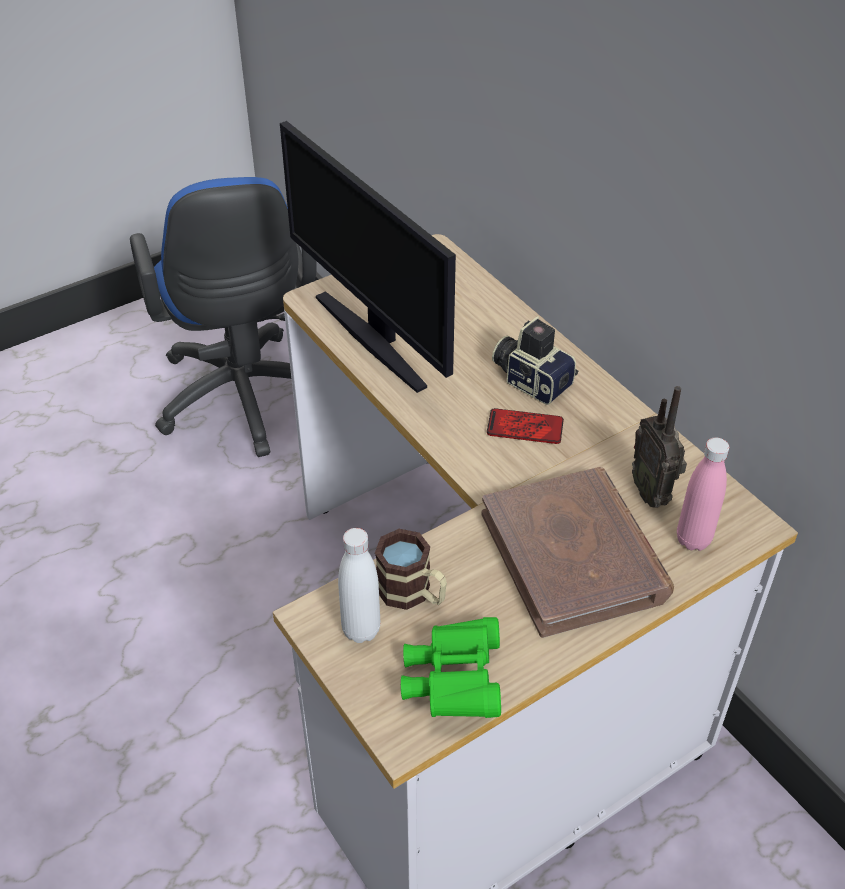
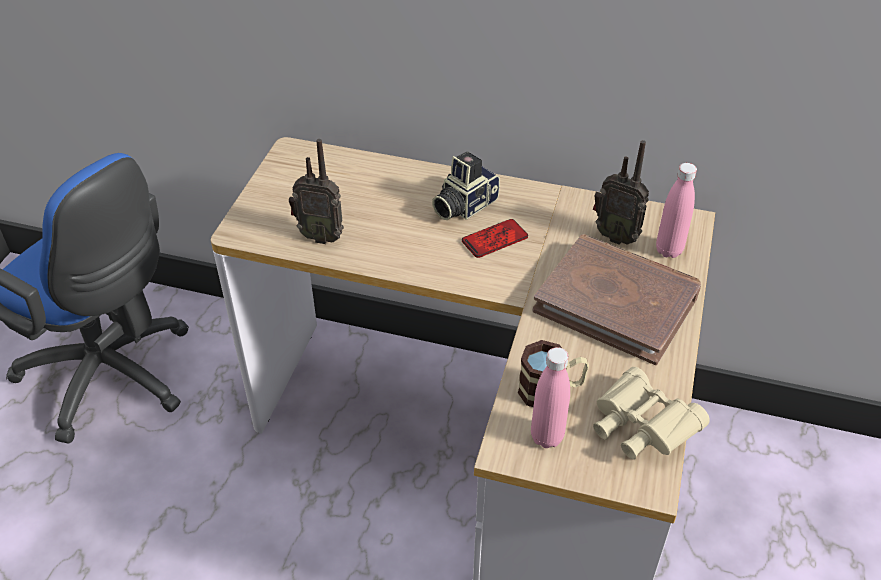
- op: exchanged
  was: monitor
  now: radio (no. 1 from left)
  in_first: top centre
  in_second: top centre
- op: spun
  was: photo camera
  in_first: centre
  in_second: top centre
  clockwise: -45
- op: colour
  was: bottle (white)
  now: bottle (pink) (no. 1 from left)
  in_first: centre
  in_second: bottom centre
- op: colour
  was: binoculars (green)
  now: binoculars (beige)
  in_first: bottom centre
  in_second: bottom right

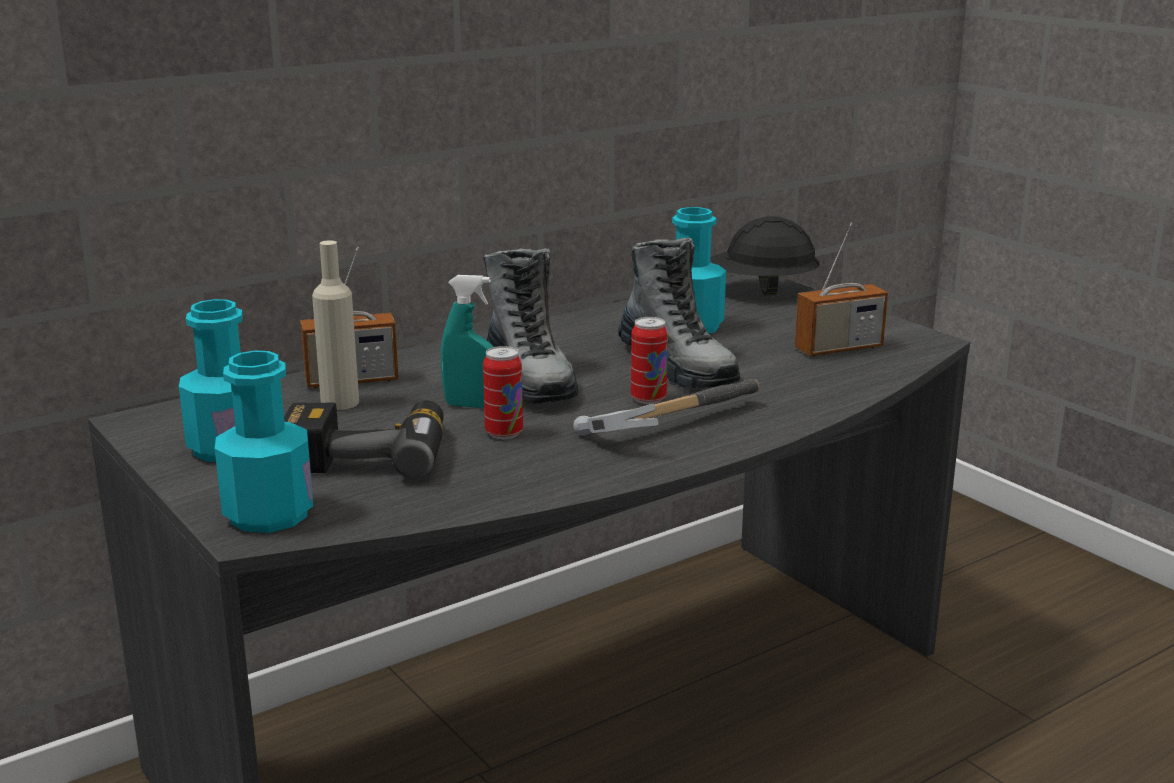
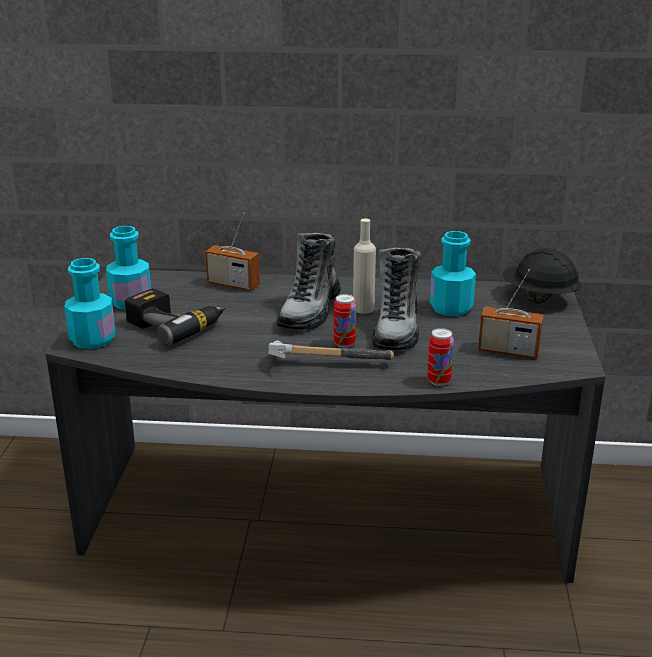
- op: relocated
  was: bottle (beige)
  in_first: middle left
  in_second: centre
- op: missing
  was: spray bottle (turquoise)
  in_first: centre
- op: relocated
  was: can (no. 1 from left in the first image)
  now: can (no. 2 from left)
  in_first: centre
  in_second: middle right

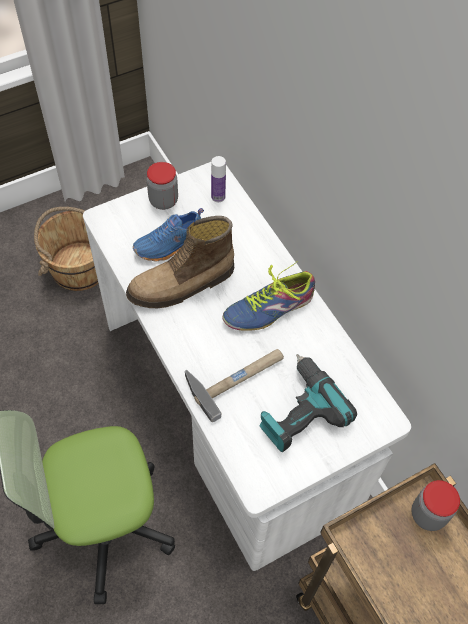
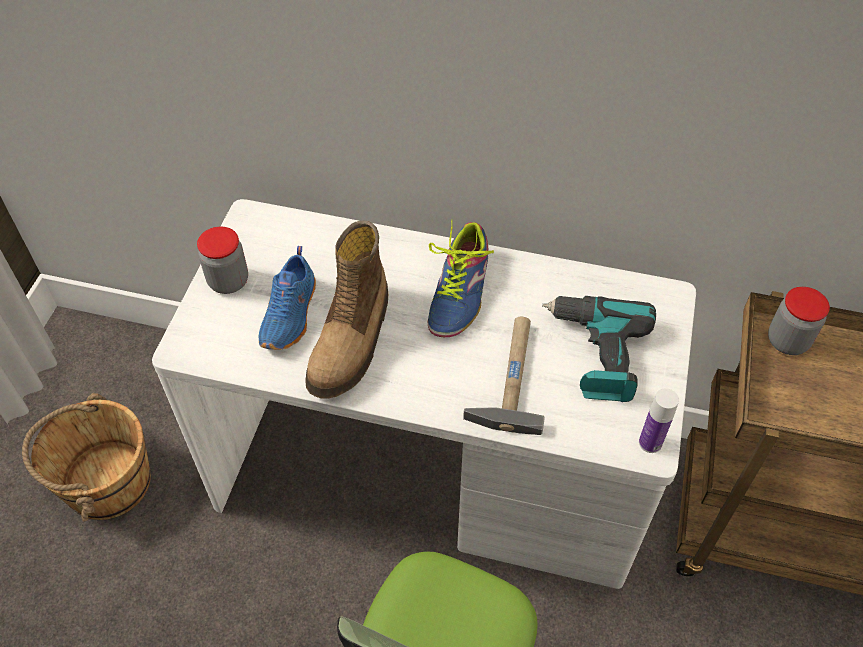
- op: relocated
  was: bottle
  in_first: top centre
  in_second: middle right

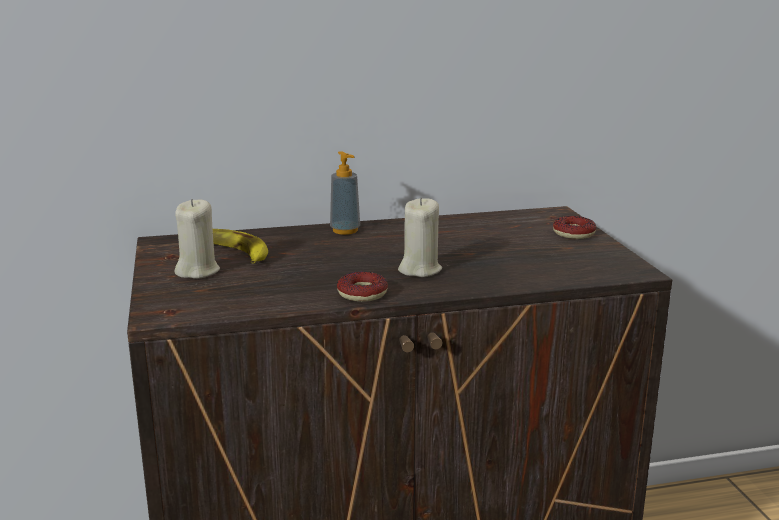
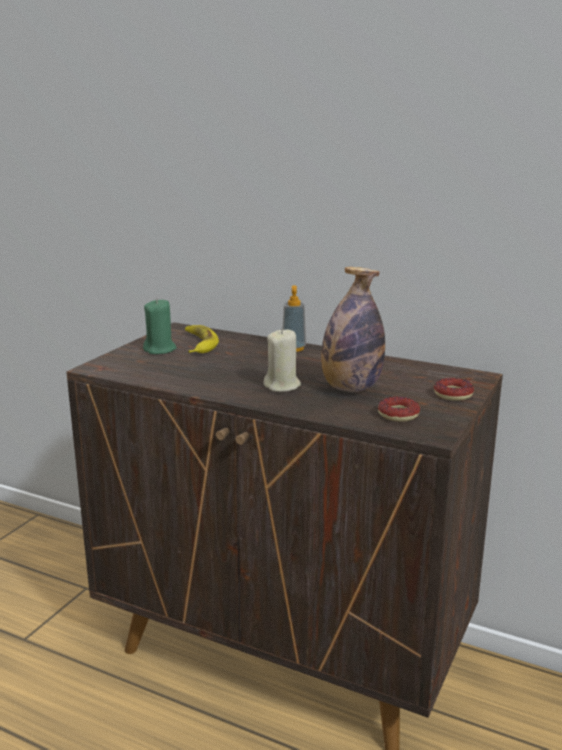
- op: colour
  was: candle (beige) (no. 1 from left)
  now: candle (green)
  in_first: middle left
  in_second: middle left
- op: relocated
  was: donut (no. 1 from left)
  in_first: centre
  in_second: middle right
- op: appeared
  now: bottle
  in_second: centre

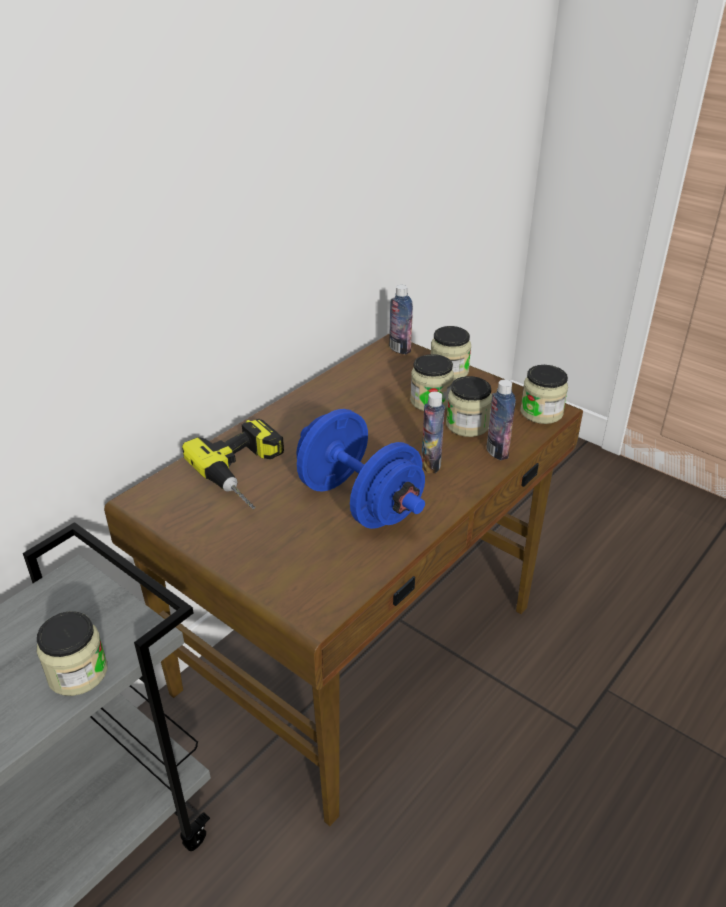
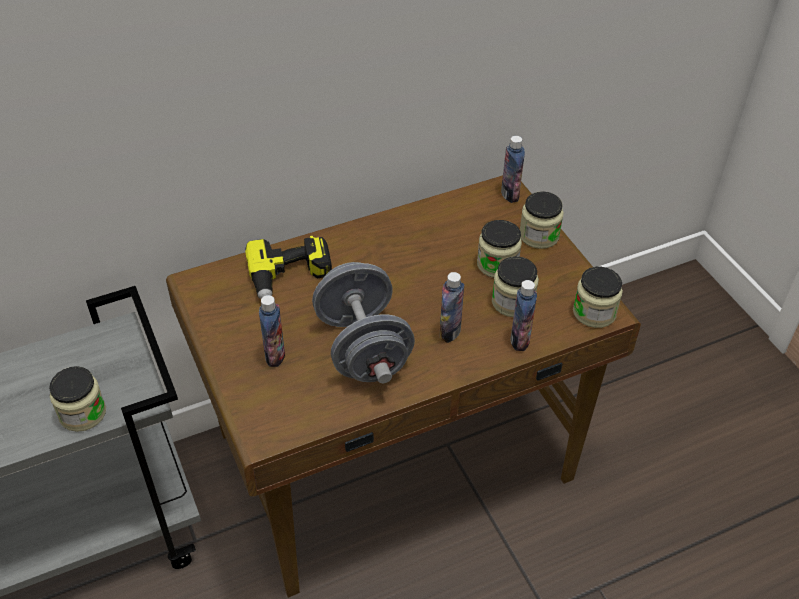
- op: colour
  was: dumbbell (blue)
  now: dumbbell (grey)
  in_first: centre
  in_second: centre
- op: appeared
  now: bottle (no. 1 from left)
  in_second: centre

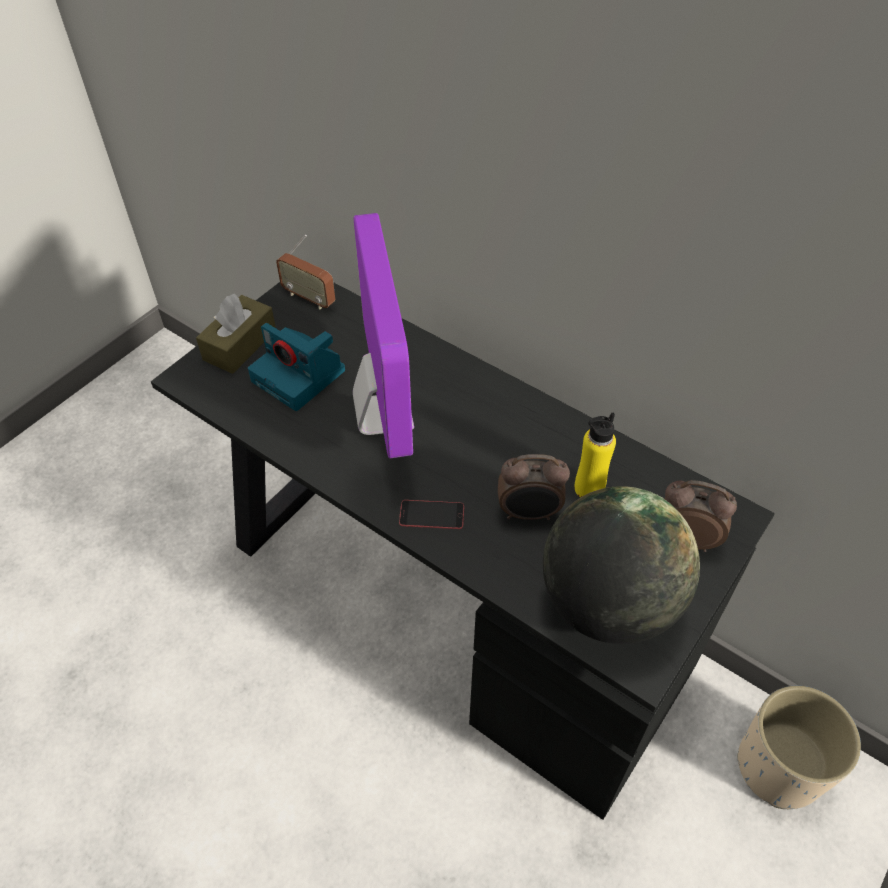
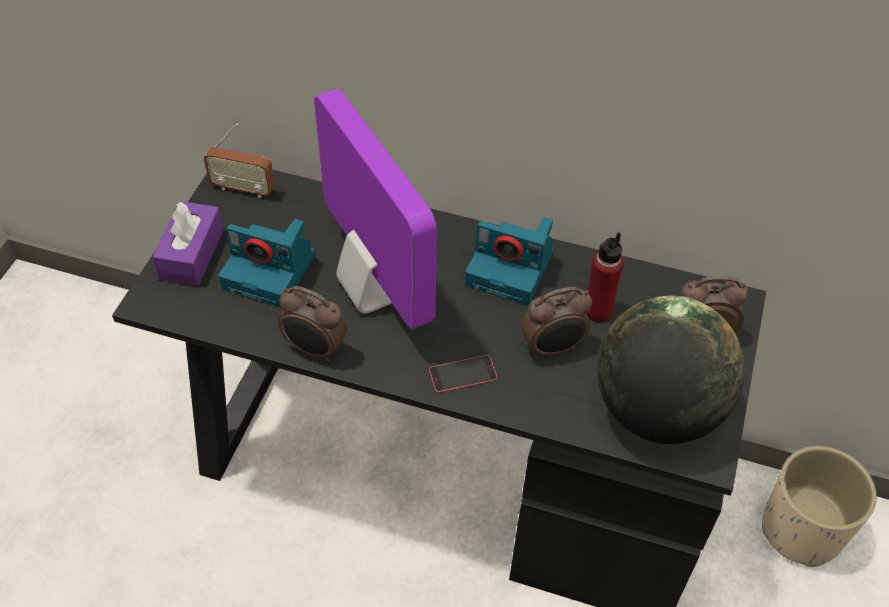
- op: colour
  was: tissue box (brown)
  now: tissue box (purple)
  in_first: middle left
  in_second: middle left
- op: colour
  was: bottle (yellow)
  now: bottle (red)
  in_first: middle right
  in_second: middle right
- op: appeared
  now: photo camera (no. 2 from left)
  in_second: centre
- op: appeared
  now: alarm clock (no. 1 from left)
  in_second: centre

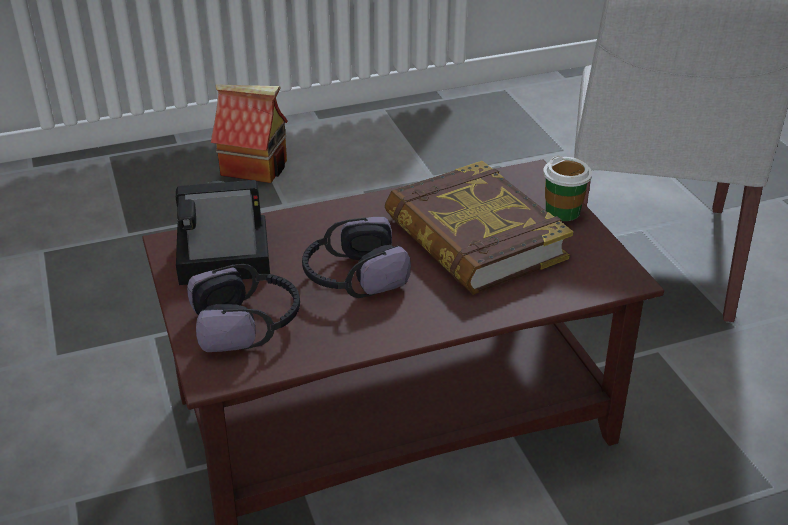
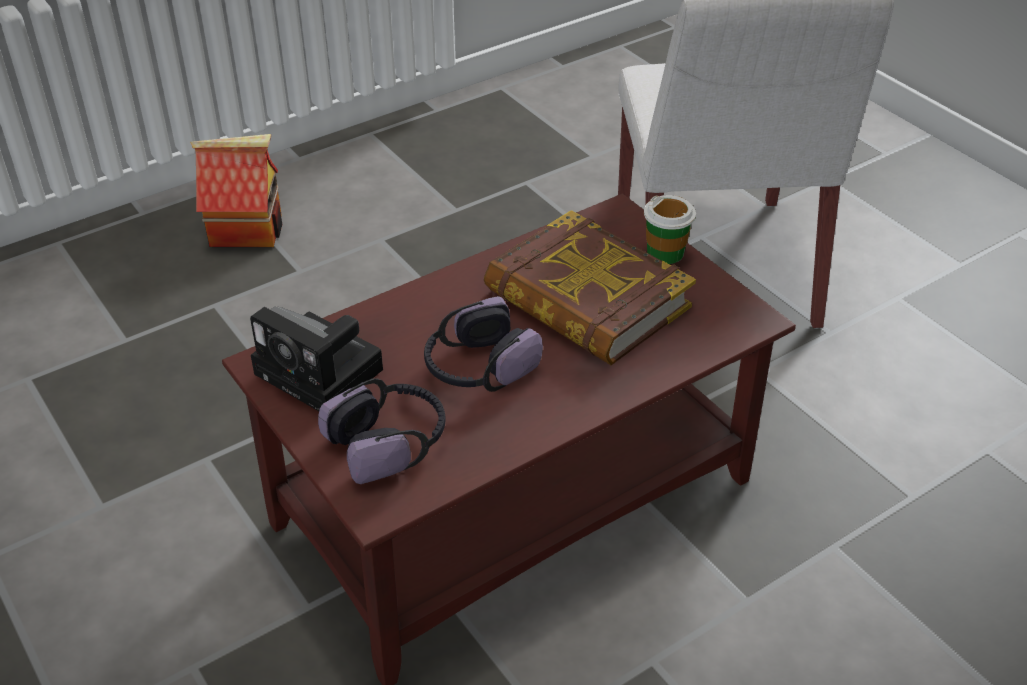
- op: spun
  was: photo camera
  in_first: middle left
  in_second: middle left
  clockwise: -120

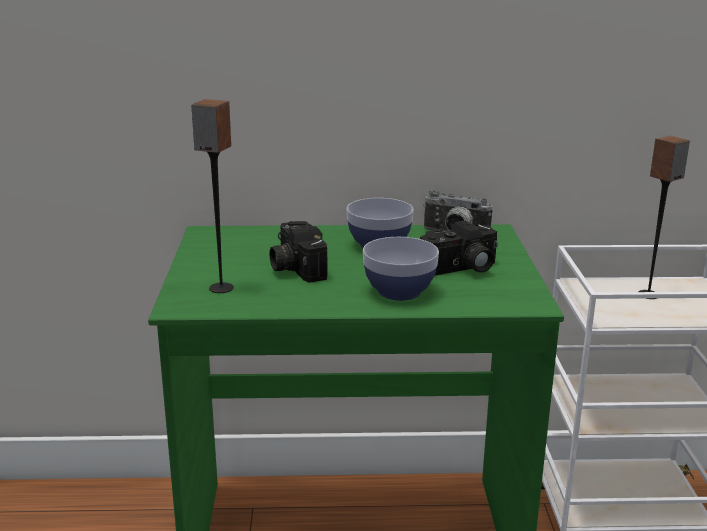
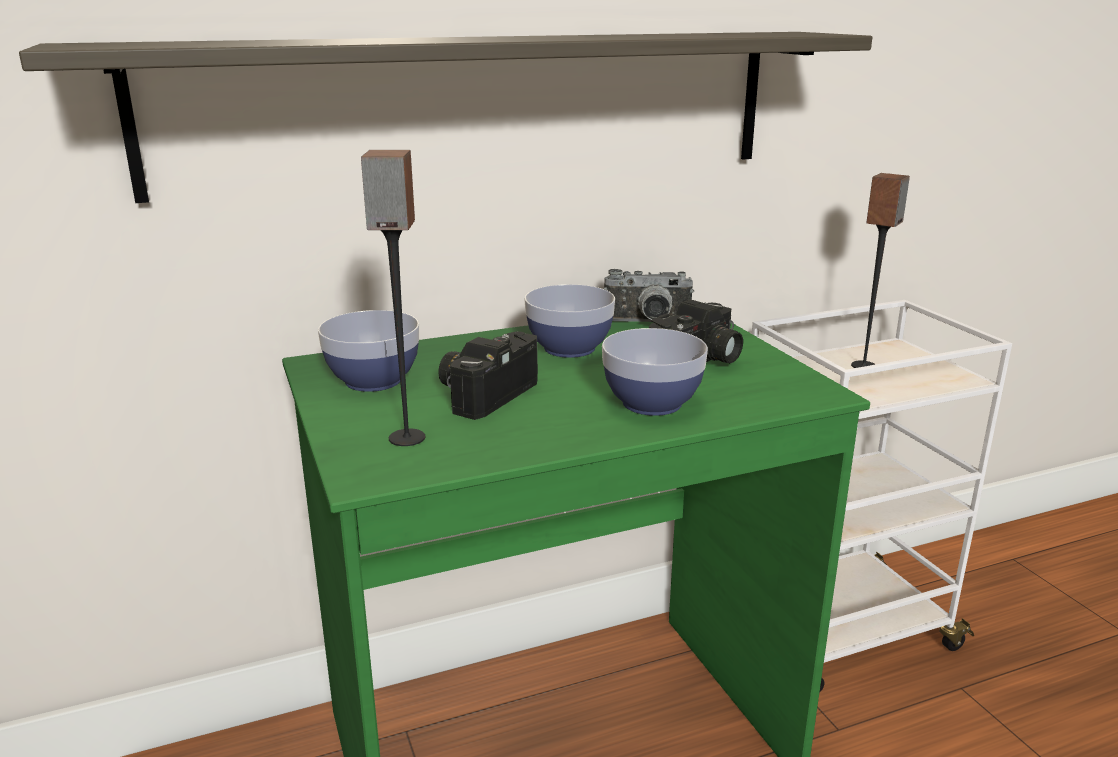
- op: spun
  was: photo camera (no. 1 from left)
  in_first: centre
  in_second: centre
  clockwise: 75
- op: appeared
  now: shelf
  in_second: top centre
- op: appeared
  now: bowl (no. 1 from left)
  in_second: middle left

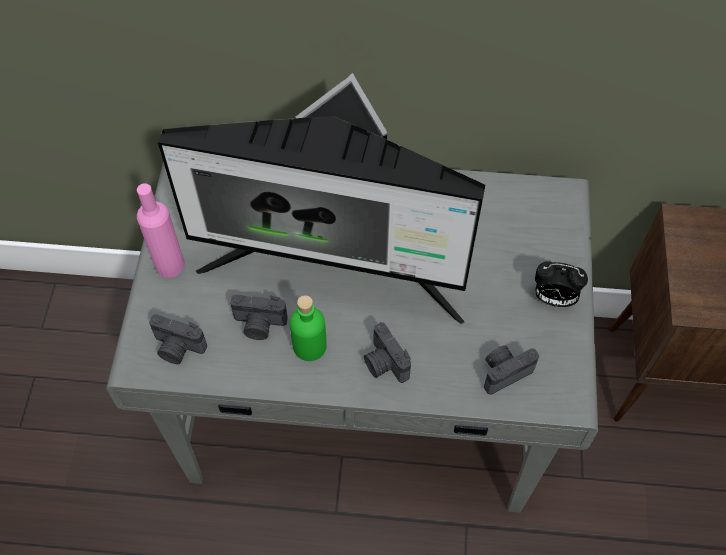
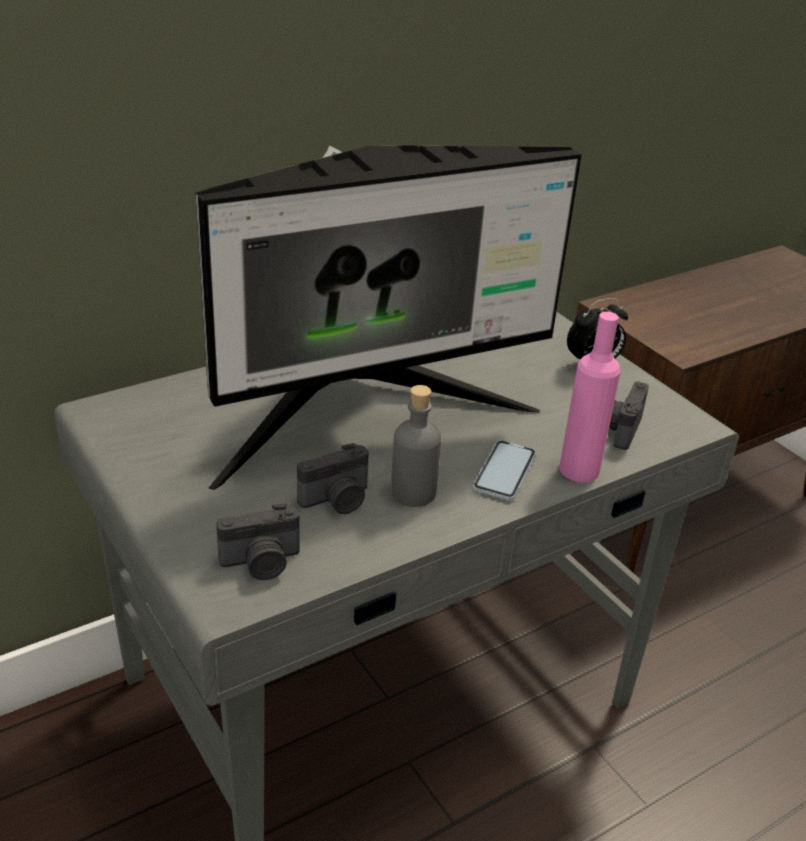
- op: relocated
  was: bottle (pink)
  in_first: middle left
  in_second: middle right
- op: colour
  was: bottle (green)
  now: bottle (grey)
  in_first: centre
  in_second: centre
- op: exchanged
  was: photo camera (no. 3 from left)
  now: phone
  in_first: centre
  in_second: centre

